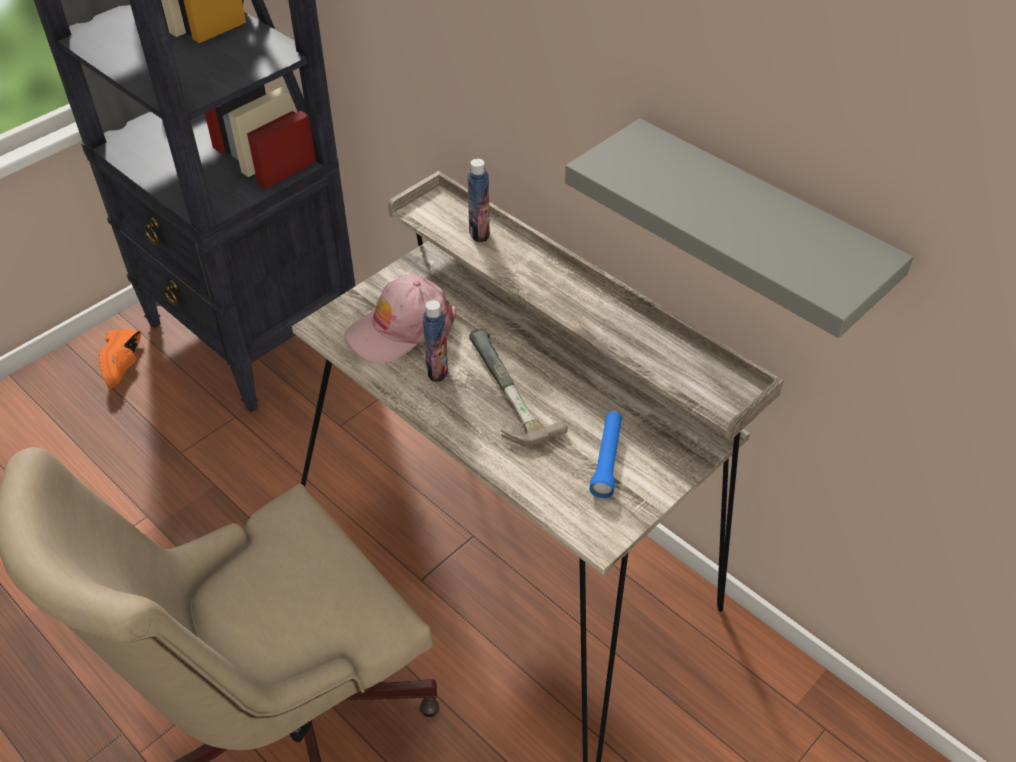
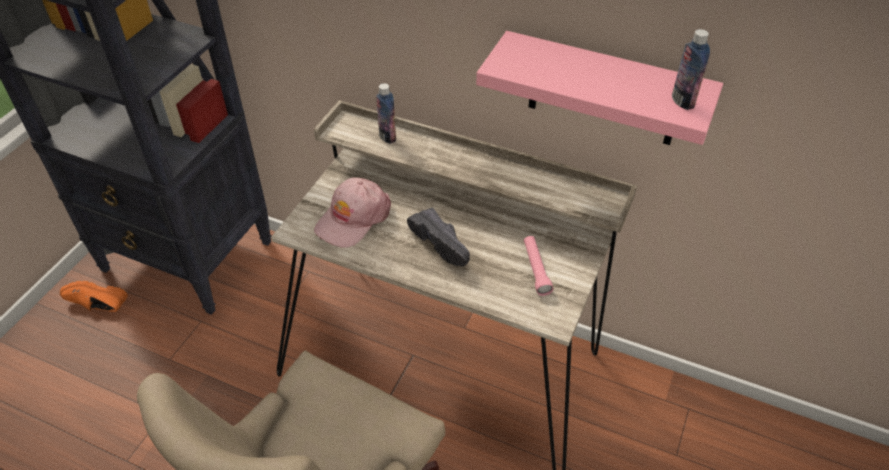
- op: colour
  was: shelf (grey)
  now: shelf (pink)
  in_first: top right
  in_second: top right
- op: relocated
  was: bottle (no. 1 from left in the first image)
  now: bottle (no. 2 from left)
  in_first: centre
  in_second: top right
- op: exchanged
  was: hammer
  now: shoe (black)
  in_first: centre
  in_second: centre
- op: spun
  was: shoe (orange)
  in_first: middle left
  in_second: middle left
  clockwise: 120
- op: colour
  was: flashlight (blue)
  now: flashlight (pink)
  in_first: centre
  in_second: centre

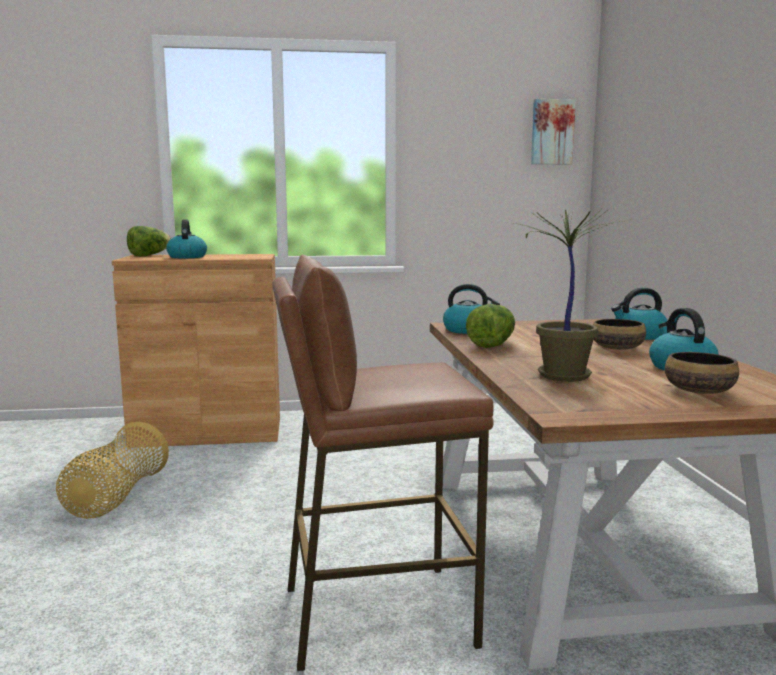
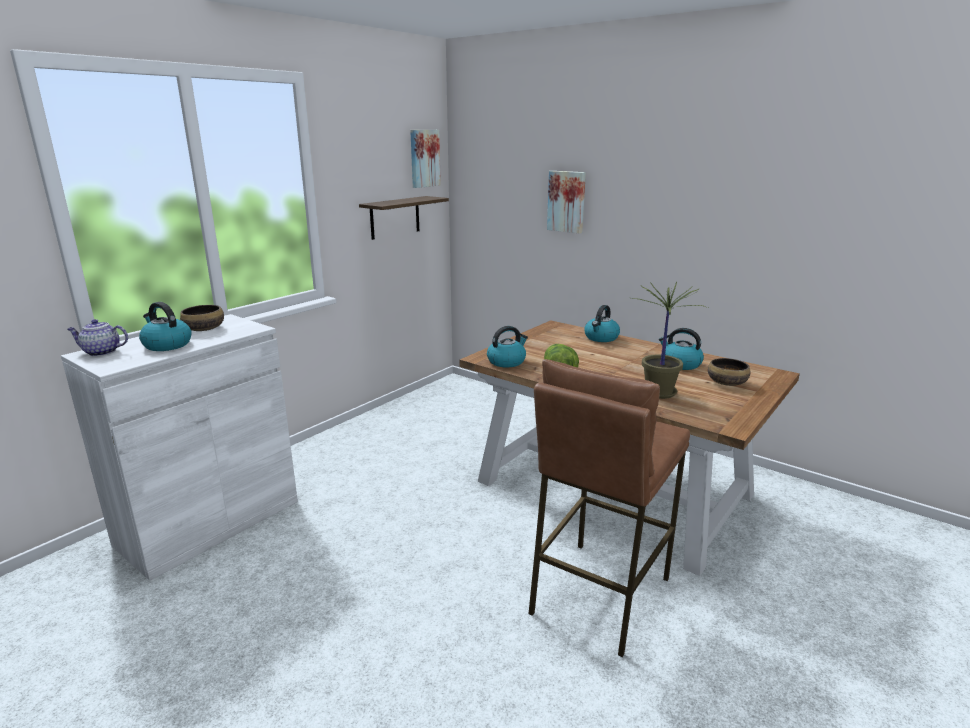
- op: exchanged
  was: lettuce (no. 1 from left)
  now: teapot
  in_first: middle left
  in_second: middle left
- op: colour
  was: cabinet (brown)
  now: cabinet (white)
  in_first: middle left
  in_second: middle left
- op: relocated
  was: bowl (no. 1 from left)
  in_first: middle right
  in_second: middle left
- op: missing
  was: basket
  in_first: bottom left
- op: appeared
  now: picture (no. 2 from left)
  in_second: top centre
- op: appeared
  now: shelf
  in_second: top centre

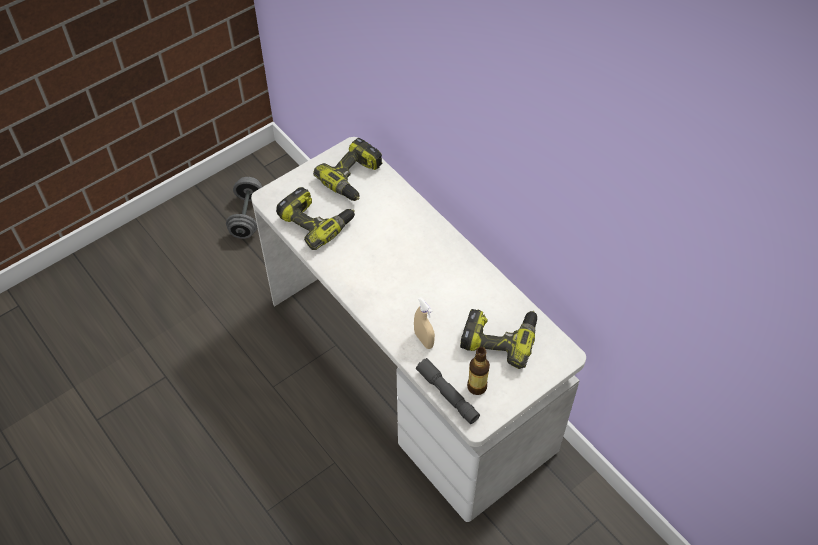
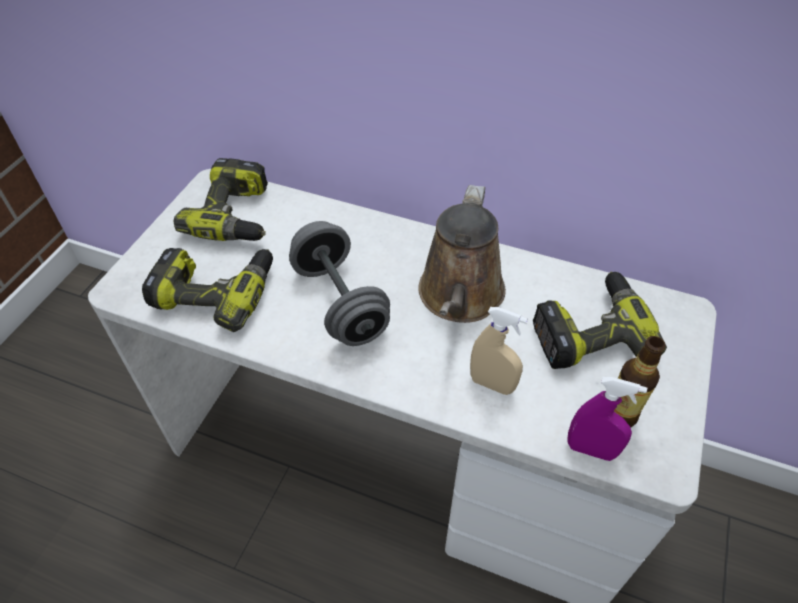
- op: relocated
  was: dumbbell (grey)
  in_first: middle left
  in_second: centre
- op: exchanged
  was: flashlight (grey)
  now: spray bottle (purple)
  in_first: bottom centre
  in_second: bottom right
- op: appeared
  now: watering can (brown)
  in_second: centre

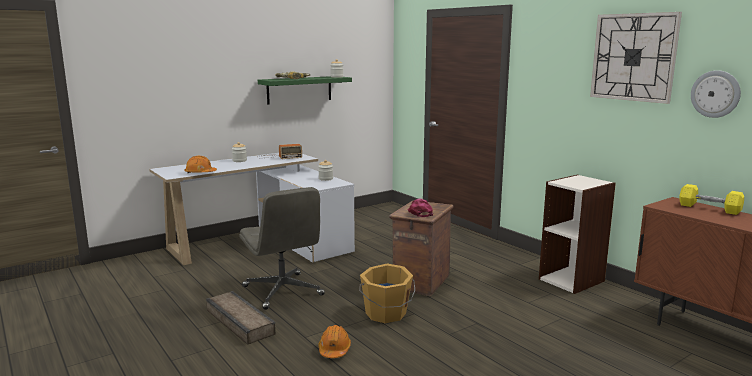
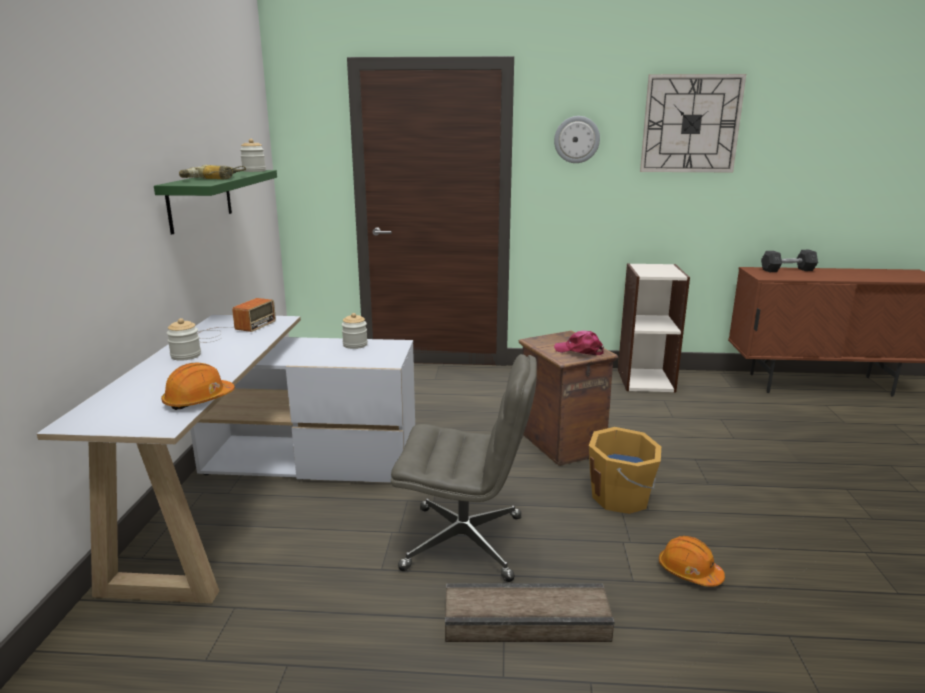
- op: relocated
  was: wall clock (no. 2 from left in the first image)
  now: wall clock (no. 1 from left)
  in_first: top right
  in_second: top centre
- op: colour
  was: dumbbell (yellow)
  now: dumbbell (grey)
  in_first: middle right
  in_second: middle right

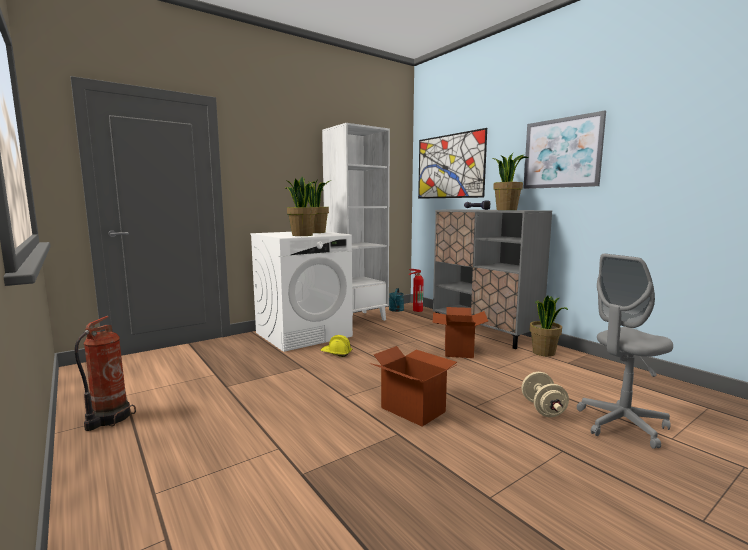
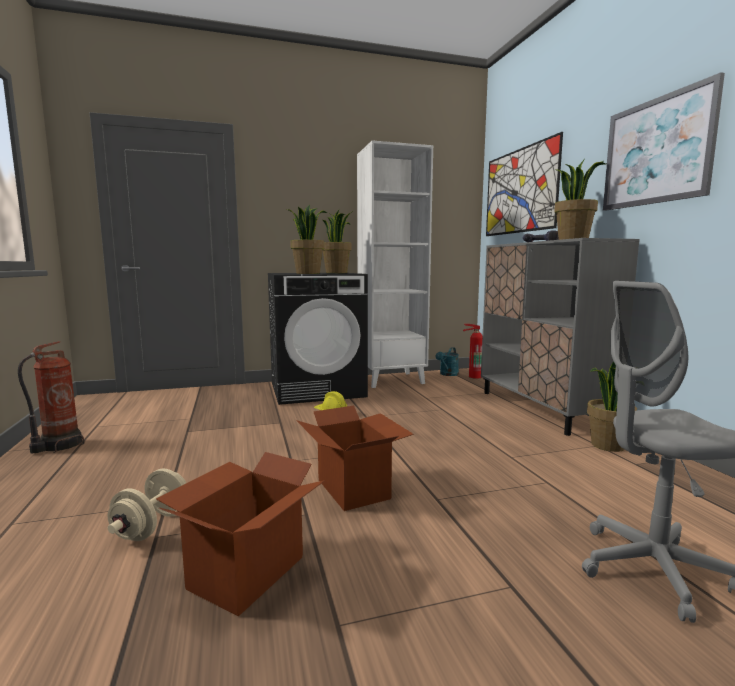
- op: colour
  was: washing machine (white)
  now: washing machine (black)
  in_first: centre
  in_second: centre
- op: relocated
  was: cardboard box (no. 2 from left in the first image)
  now: cardboard box (no. 1 from left)
  in_first: centre
  in_second: bottom left
- op: relocated
  was: dumbbell (beige)
  in_first: bottom right
  in_second: bottom left

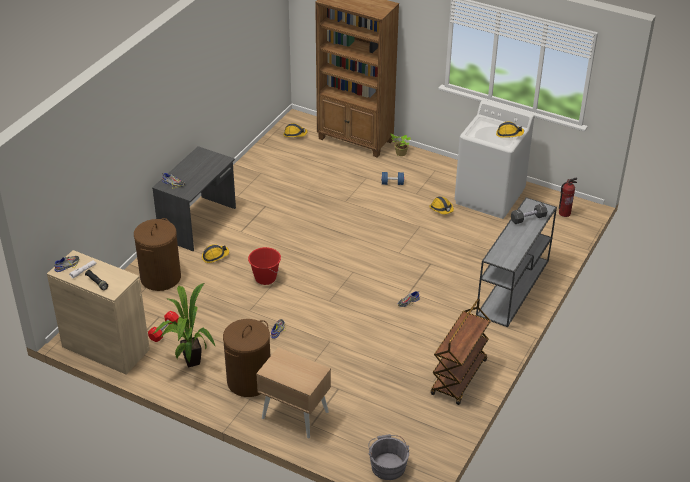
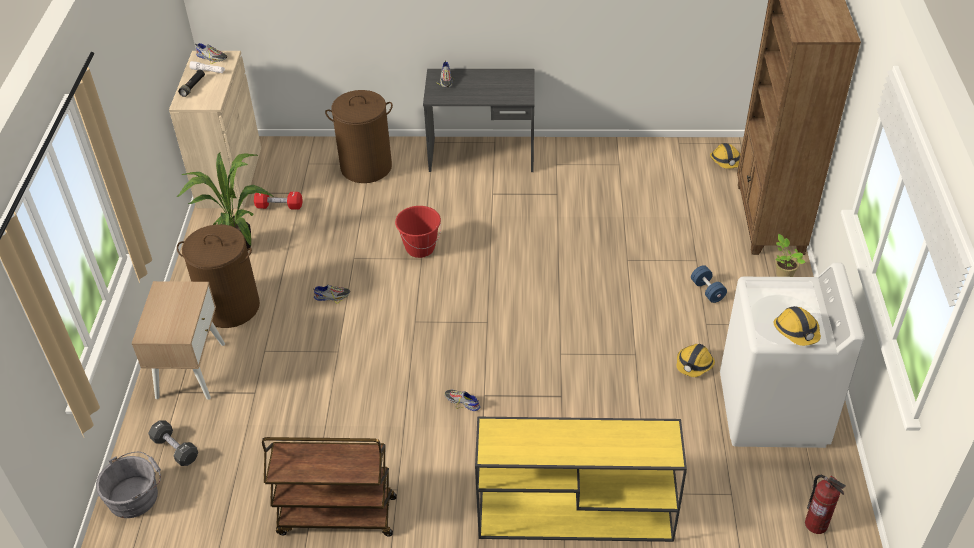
- op: colour
  was: console table (grey)
  now: console table (yellow)
  in_first: middle right
  in_second: bottom centre
- op: relocated
  was: dumbbell (black)
  in_first: middle right
  in_second: bottom left
- op: missing
  was: hard hat (no. 1 from left)
  in_first: middle left

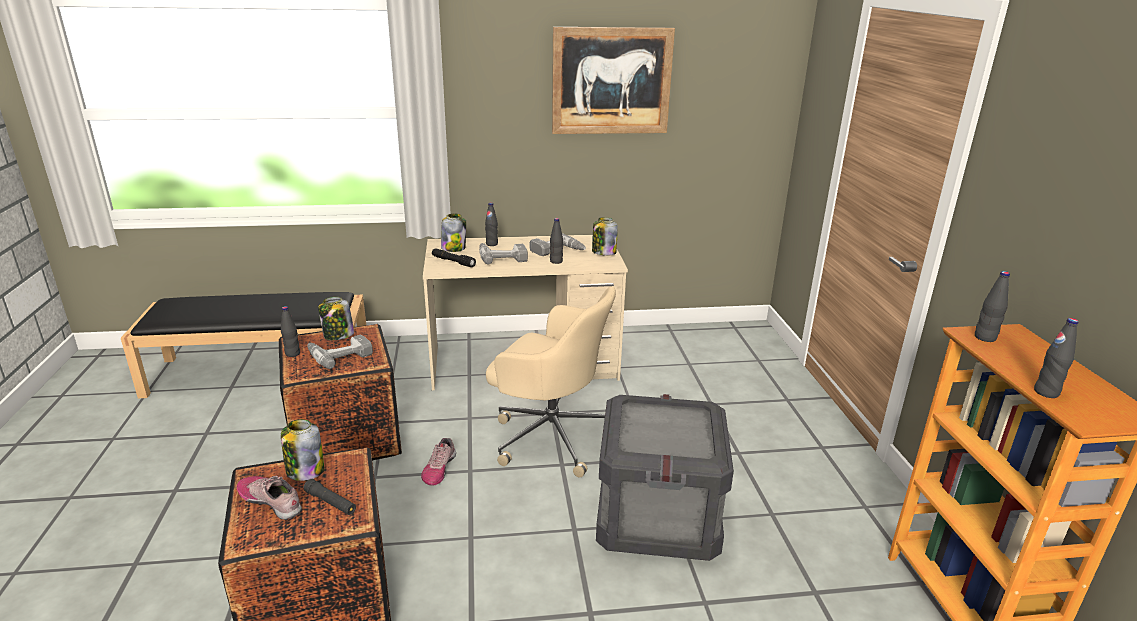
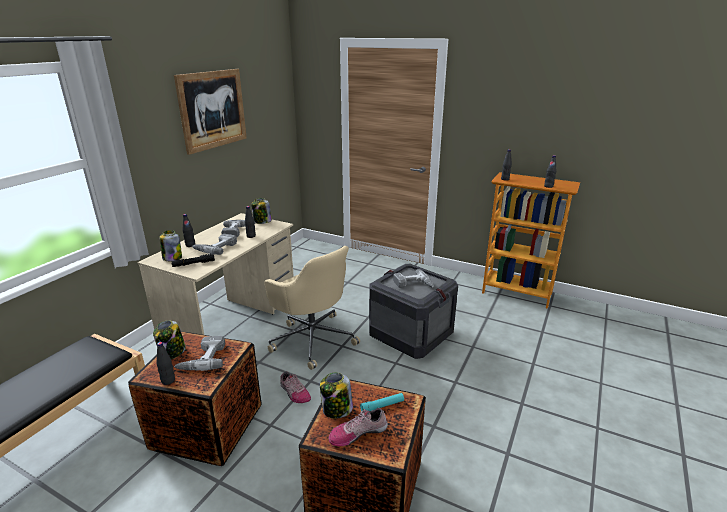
- op: spun
  was: office chair (beige)
  in_first: centre
  in_second: centre
  clockwise: 75
- op: colour
  was: flashlight (black) (no. 1 from left)
  now: flashlight (turquoise)
  in_first: bottom left
  in_second: bottom centre
- op: appeared
  now: power drill (no. 4 from left)
  in_second: centre

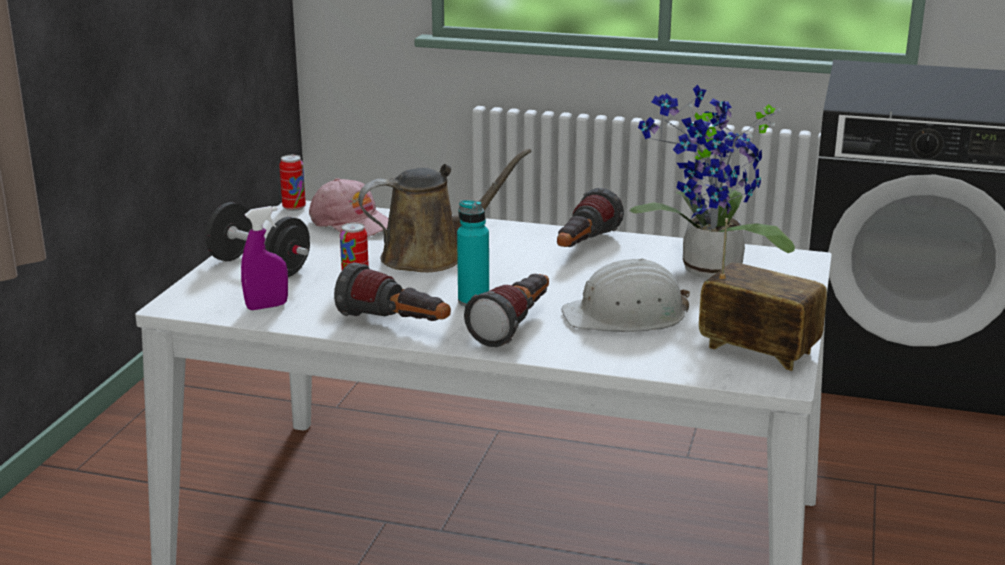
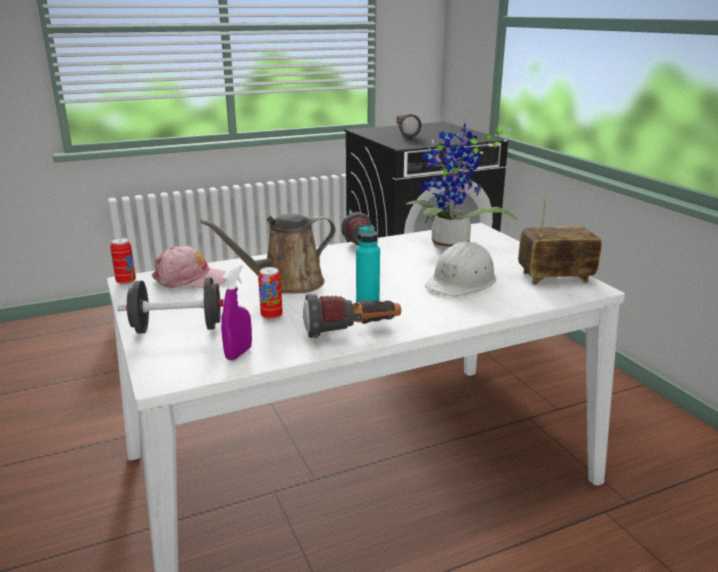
- op: spun
  was: watering can (brown)
  in_first: centre
  in_second: centre
  clockwise: -150
- op: relocated
  was: flashlight (no. 2 from left in the first image)
  now: flashlight (no. 3 from left)
  in_first: centre
  in_second: top centre

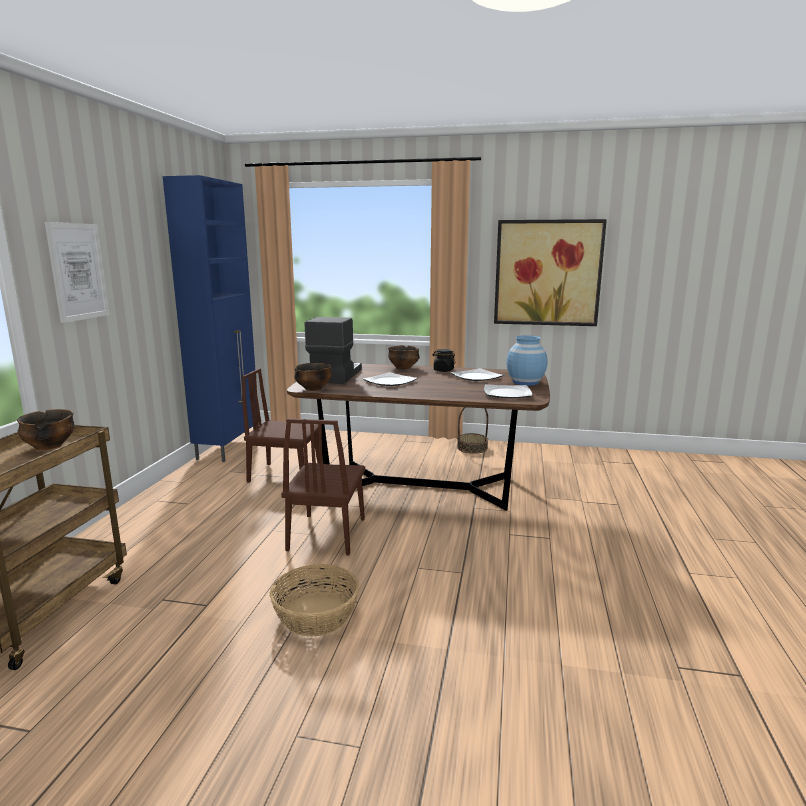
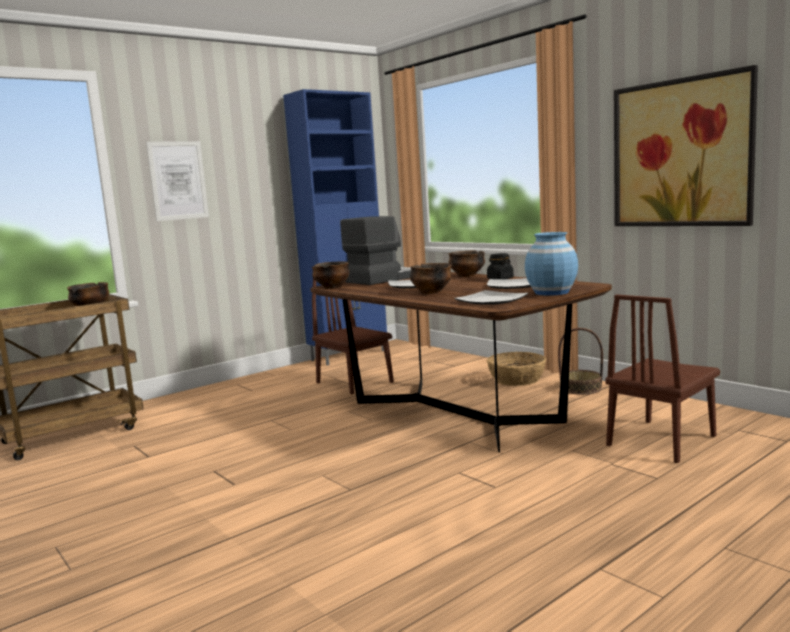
- op: relocated
  was: chair (brown) (no. 2 from left)
  in_first: centre
  in_second: middle right
- op: relocated
  was: basket (no. 1 from left)
  in_first: bottom centre
  in_second: centre
- op: appeared
  now: bowl (no. 3 from left)
  in_second: centre

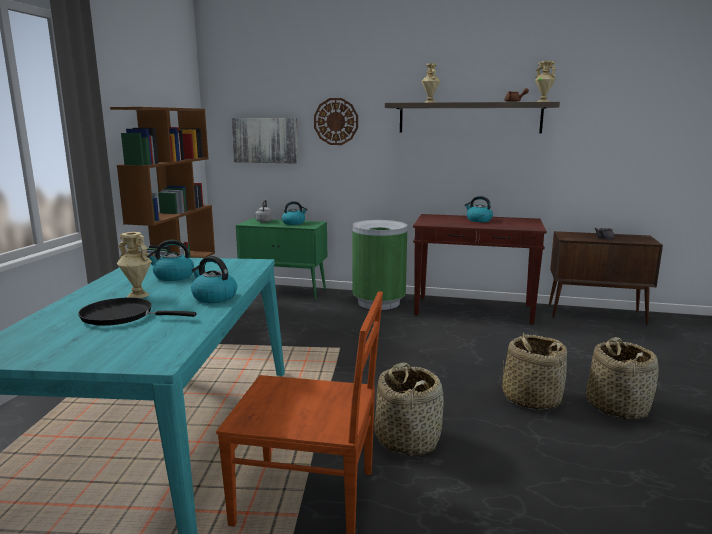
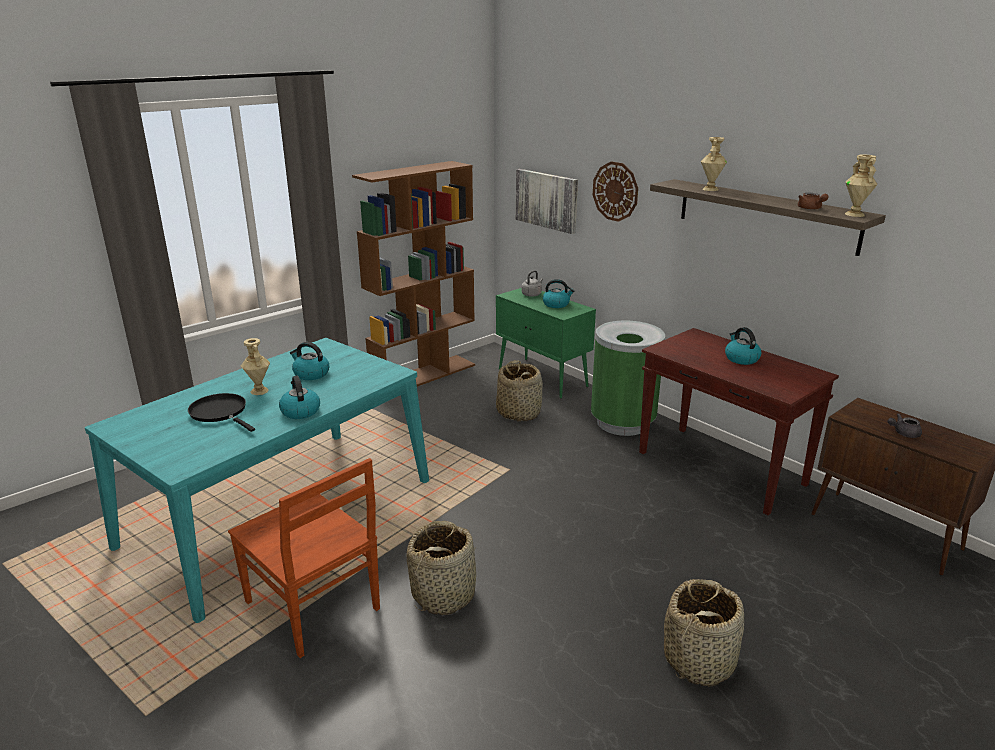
- op: relocated
  was: basket (no. 2 from left)
  in_first: bottom right
  in_second: centre

